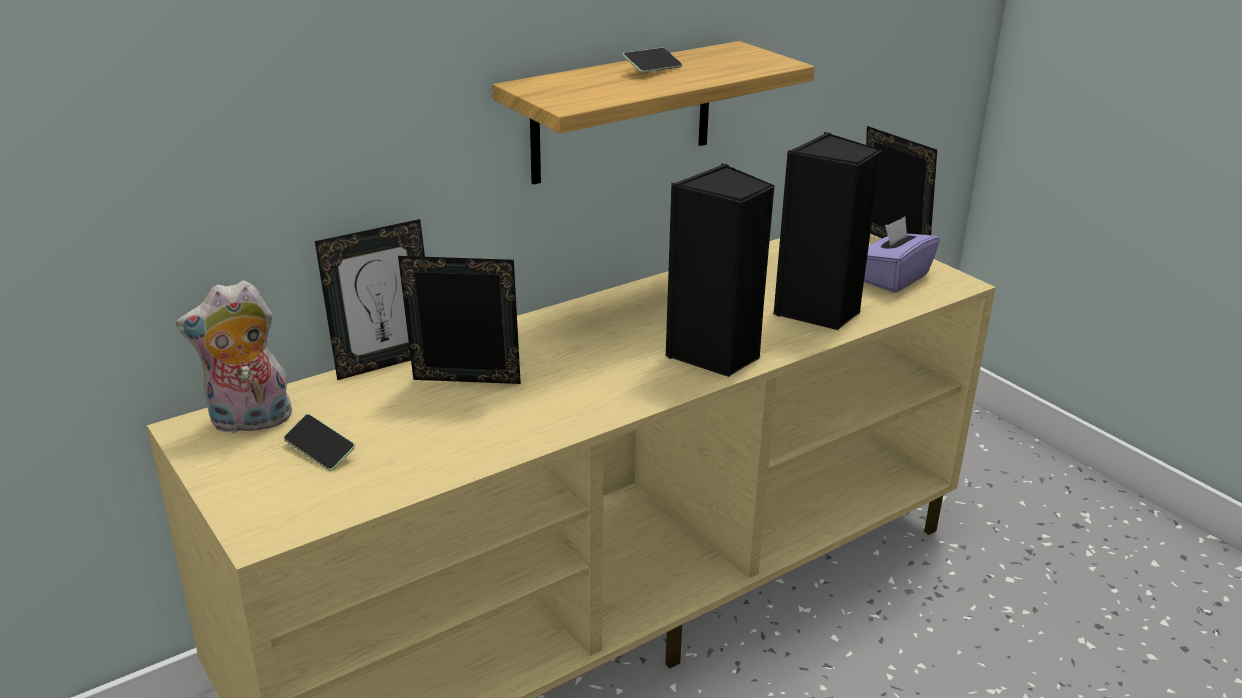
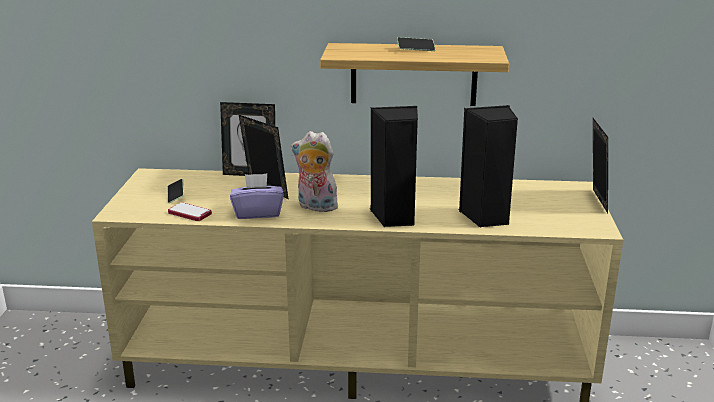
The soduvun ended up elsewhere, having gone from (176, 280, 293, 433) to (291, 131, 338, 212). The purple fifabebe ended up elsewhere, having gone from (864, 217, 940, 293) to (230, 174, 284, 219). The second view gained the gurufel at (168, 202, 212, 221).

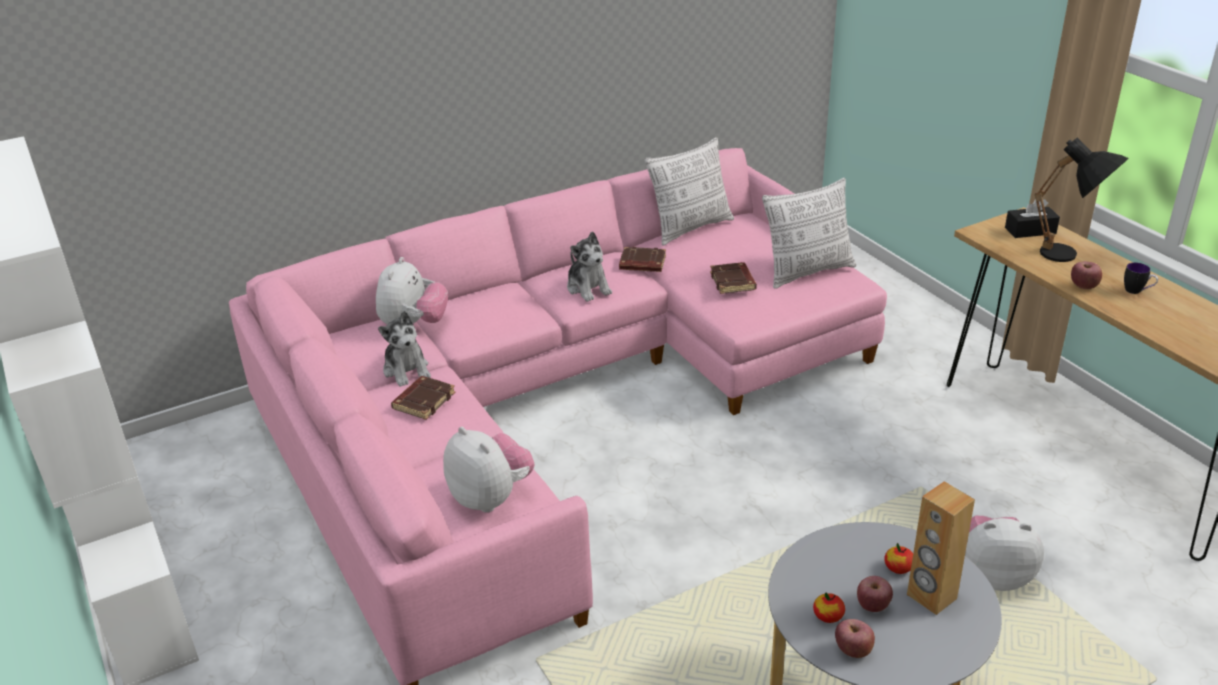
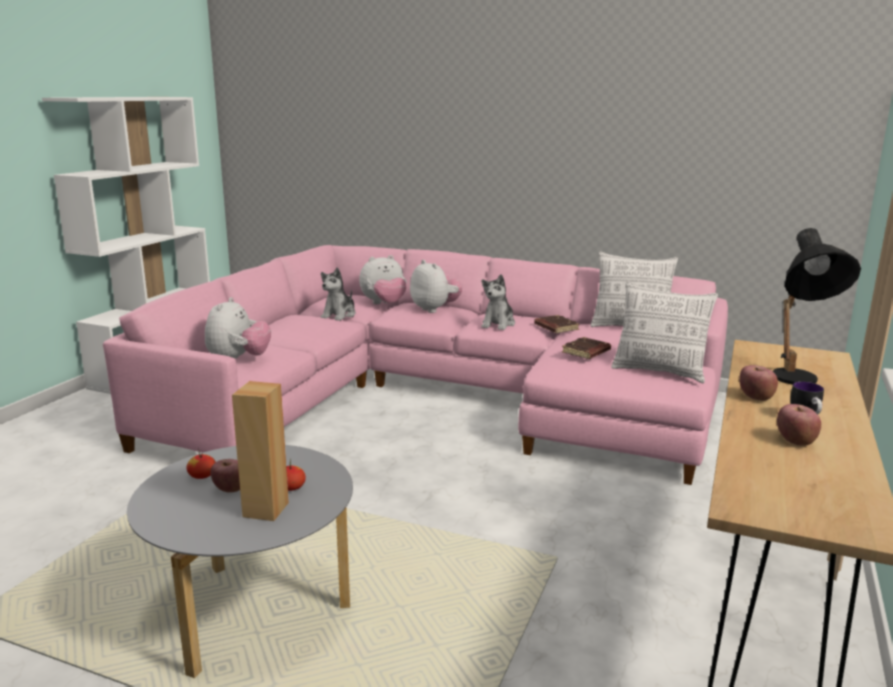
The second view lost the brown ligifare at (391, 376, 456, 420). The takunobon ended up elsewhere, having gone from (835, 619, 875, 658) to (777, 404, 821, 446). The soduvun ended up elsewhere, having gone from (965, 516, 1044, 591) to (410, 260, 462, 313). The second view lost the black fifabebe at (1005, 199, 1060, 238).

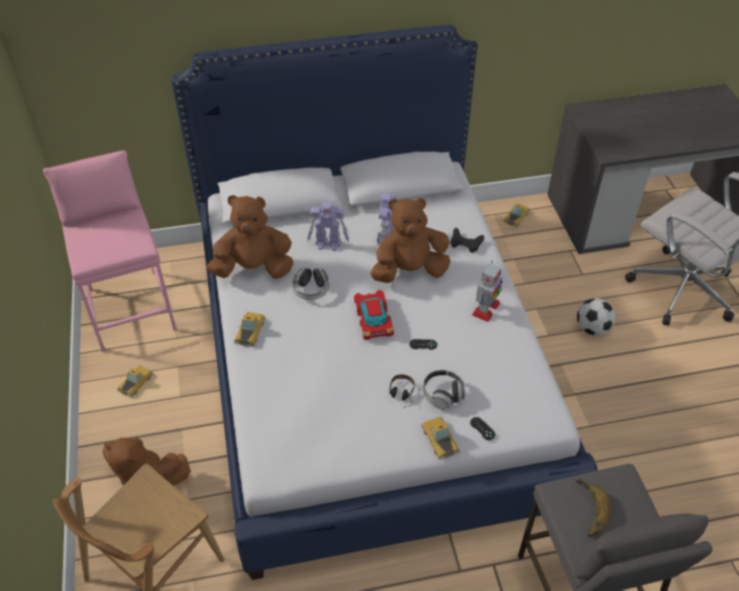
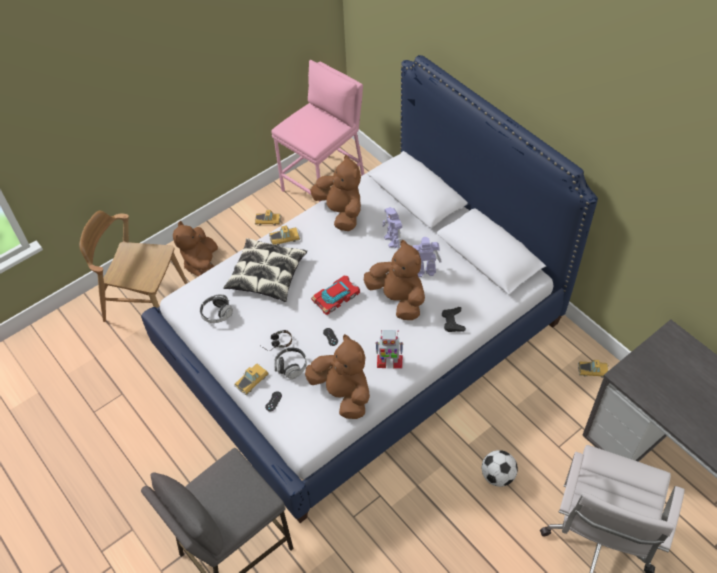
The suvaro ended up elsewhere, having gone from (292, 268, 329, 300) to (200, 294, 233, 323). The second view lost the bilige at (576, 479, 611, 537). The second view gained the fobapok at (223, 238, 307, 302). The second view gained the brown soduvun at (305, 334, 370, 419).

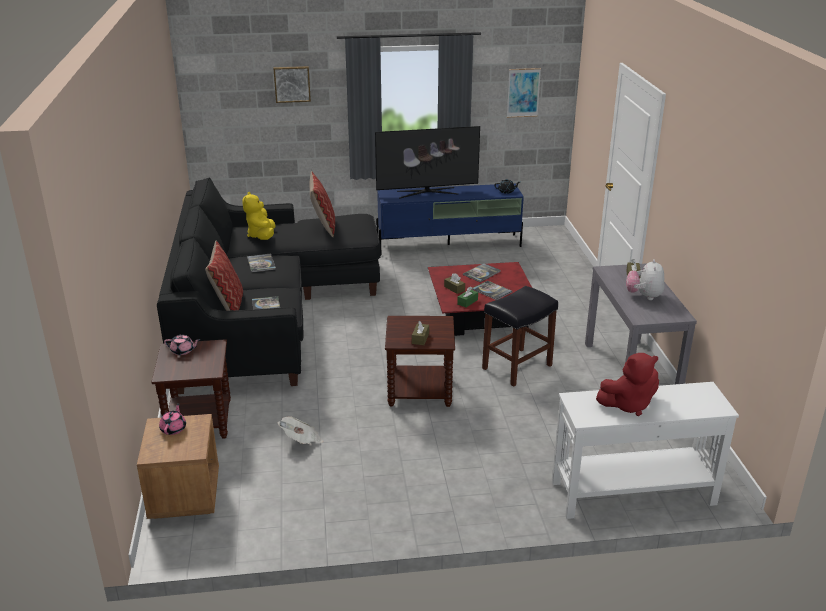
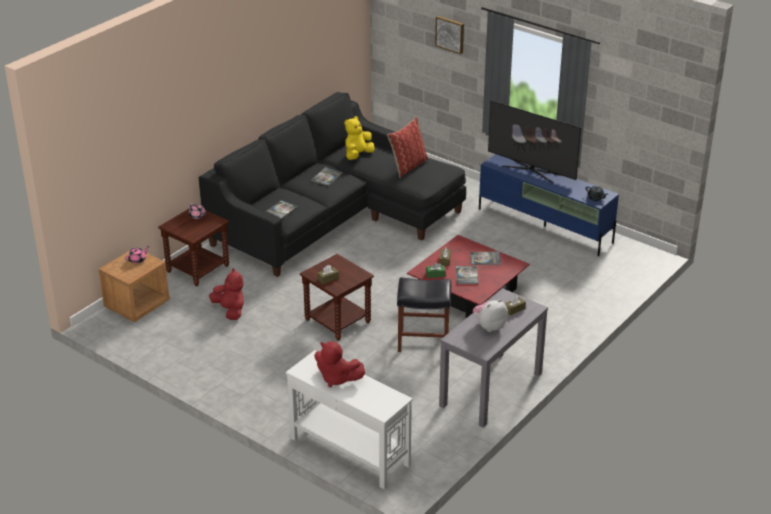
The second view lost the fobapok at (205, 240, 243, 311). Where the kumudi stood at (278, 416, 324, 445), the red soduvun came to stand at (209, 268, 244, 320). The second view lost the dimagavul at (507, 68, 541, 118).

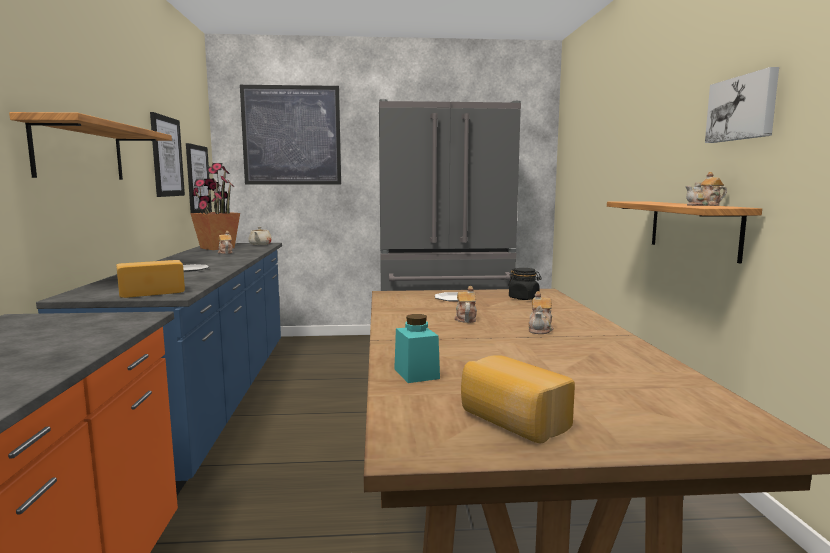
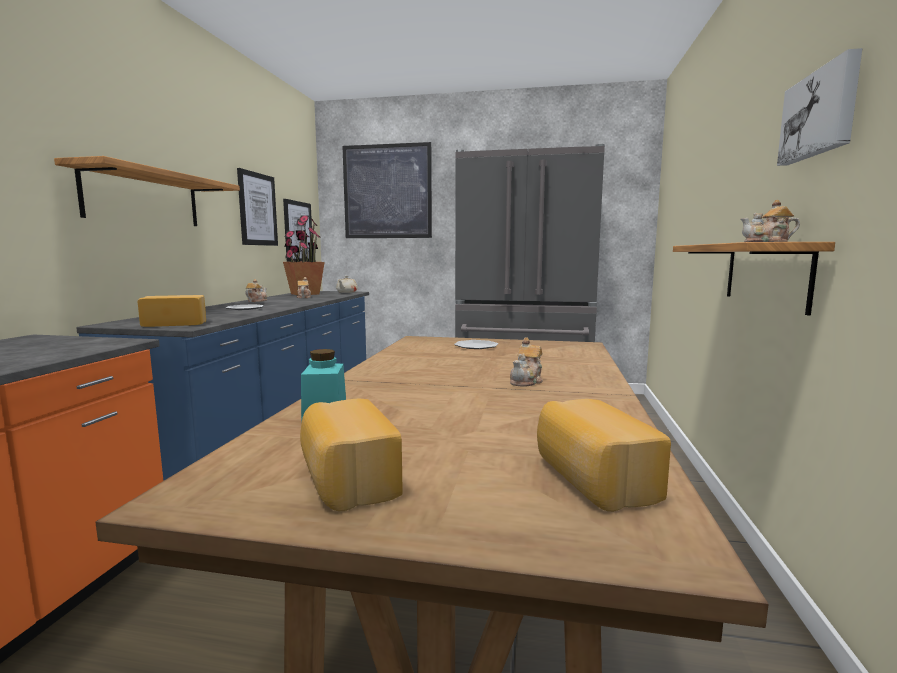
The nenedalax ended up elsewhere, having gone from (454, 286, 477, 323) to (245, 279, 267, 302). The second view lost the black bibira at (508, 268, 542, 300). The second view gained the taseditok at (537, 399, 671, 512).

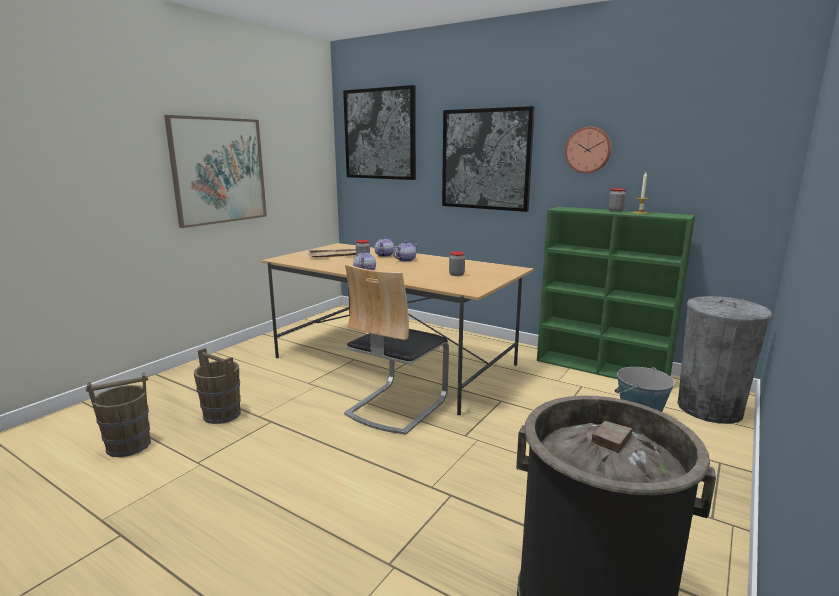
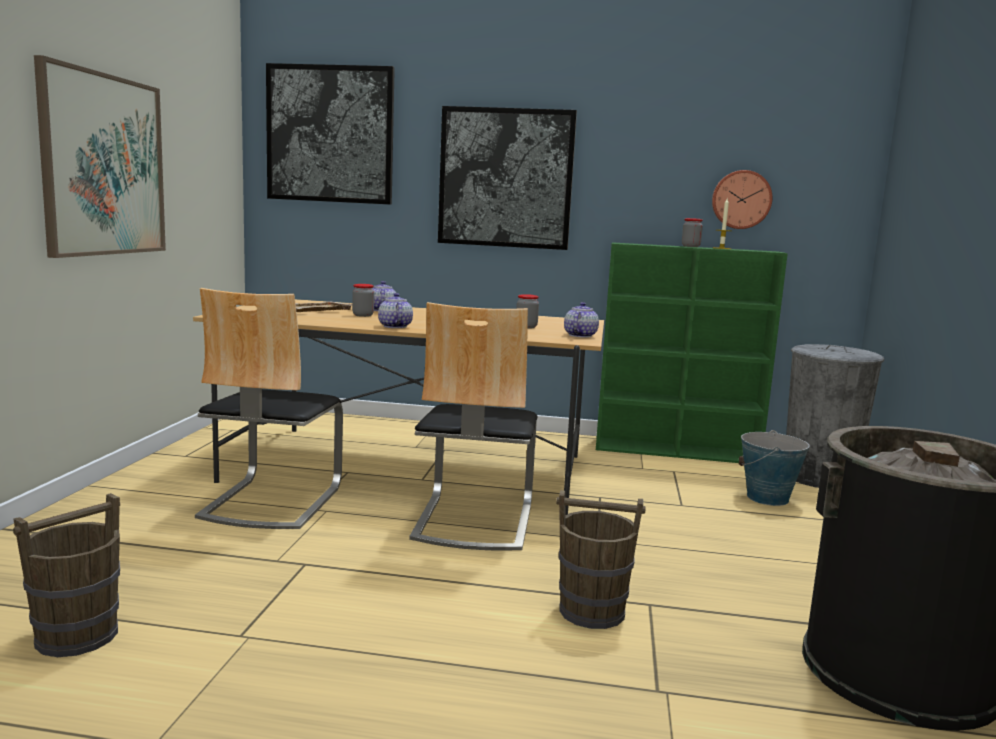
The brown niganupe ended up elsewhere, having gone from (194, 348, 241, 424) to (556, 490, 646, 629). The nenedalax ended up elsewhere, having gone from (393, 240, 418, 262) to (564, 302, 599, 338). The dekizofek ended up elsewhere, having gone from (565, 127, 612, 173) to (712, 170, 773, 229). The second view gained the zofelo at (195, 288, 343, 529).

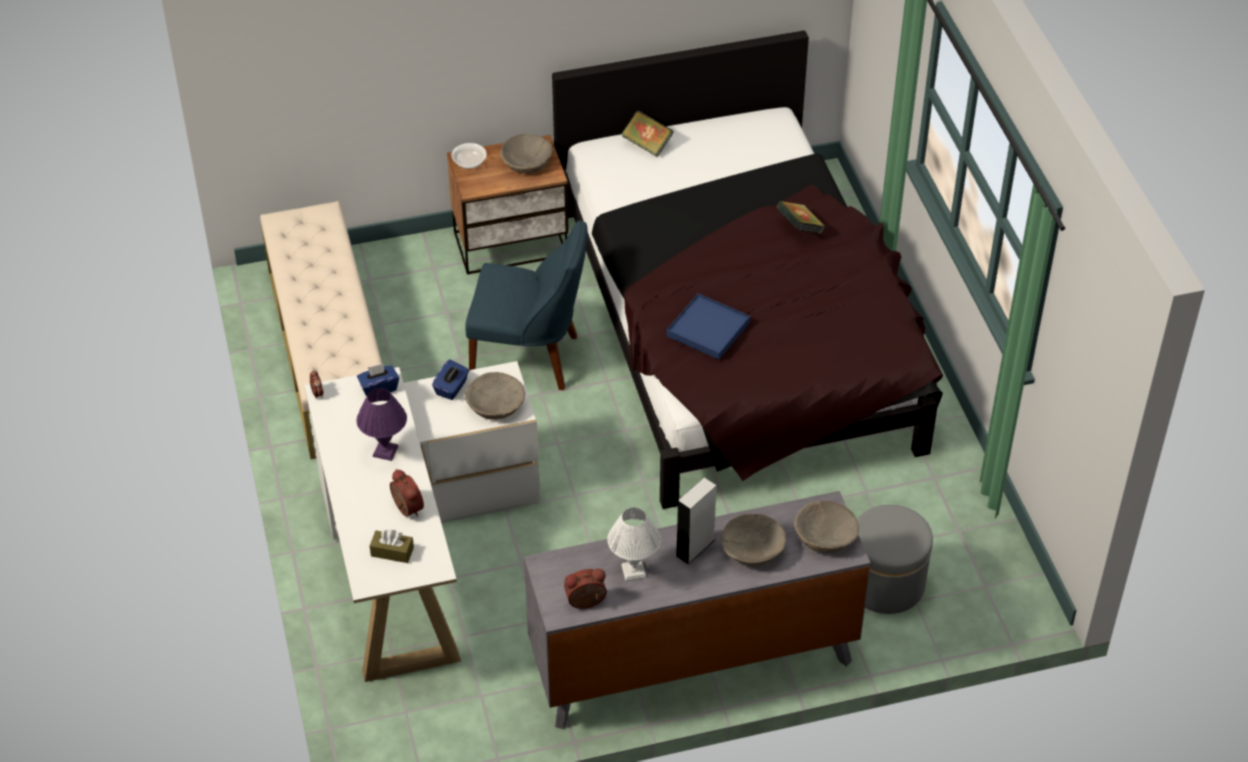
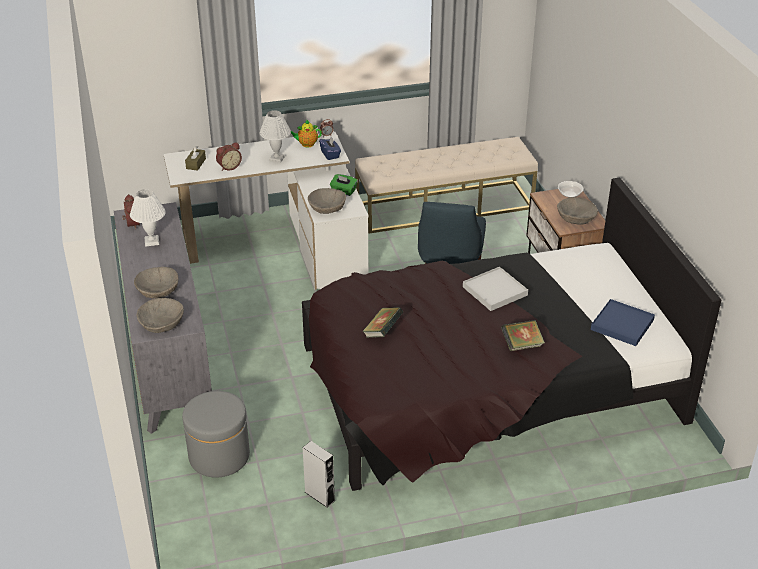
What was the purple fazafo at (357, 388, 407, 461) turned into the white fazafo at (260, 110, 291, 163). What was the blue fifabebe at (432, 359, 469, 400) turned into the green fifabebe at (330, 174, 358, 196). The ligifare ended up elsewhere, having gone from (621, 110, 674, 157) to (362, 307, 404, 338). The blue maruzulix ended up elsewhere, having gone from (667, 293, 750, 360) to (591, 299, 655, 346). The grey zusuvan ended up elsewhere, having gone from (676, 478, 717, 565) to (303, 441, 335, 507). The second view gained the nenedalax at (291, 119, 322, 147). The second view gained the white maruzulix at (463, 267, 528, 311).

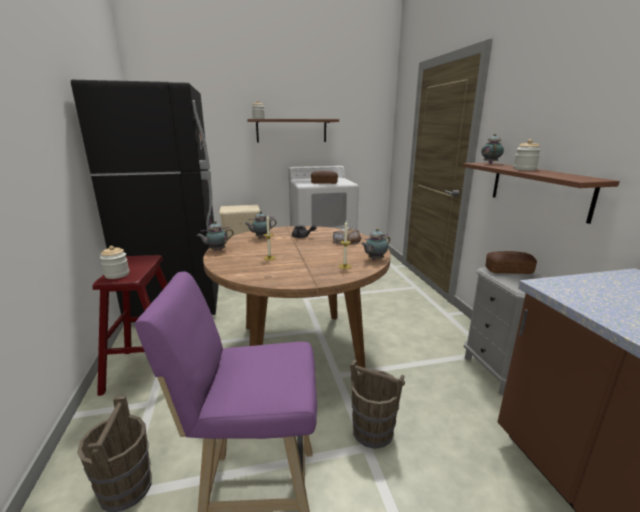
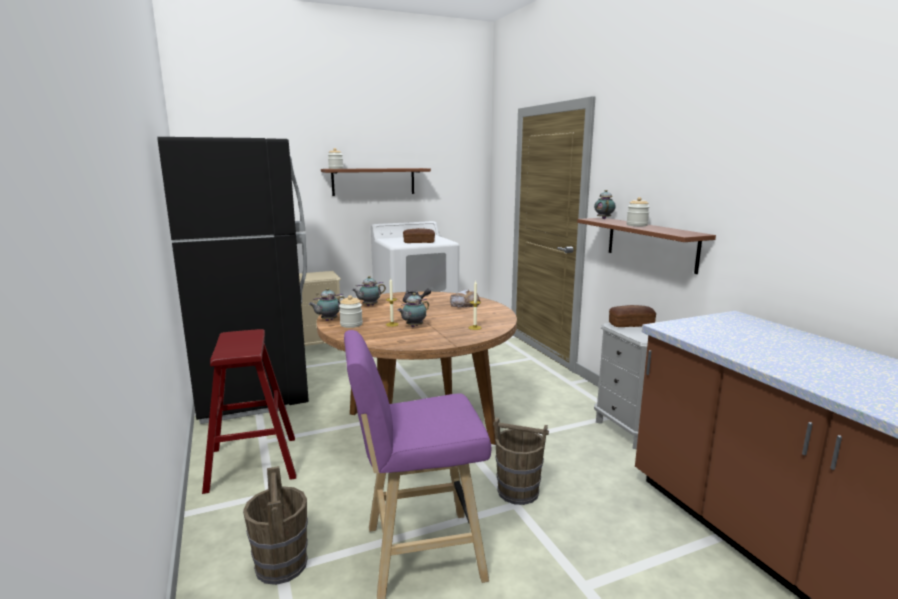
The bibira ended up elsewhere, having gone from (100, 246, 130, 279) to (339, 295, 363, 328). The nenedalax ended up elsewhere, having gone from (361, 228, 390, 260) to (397, 293, 429, 327).

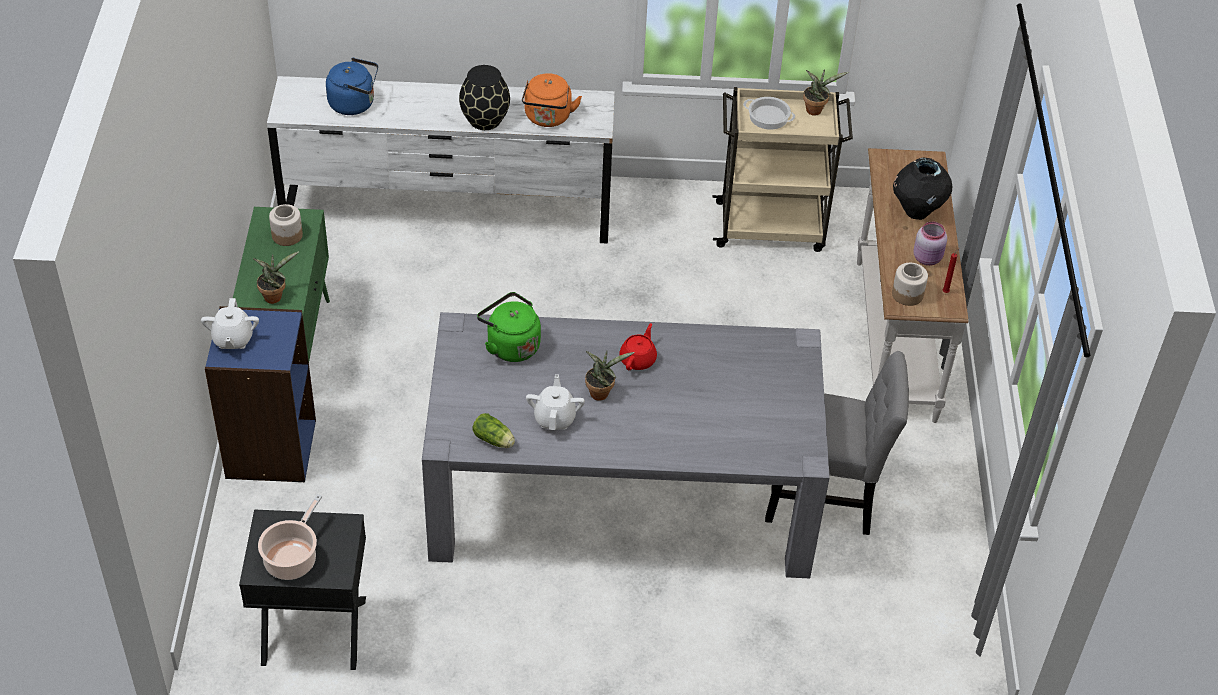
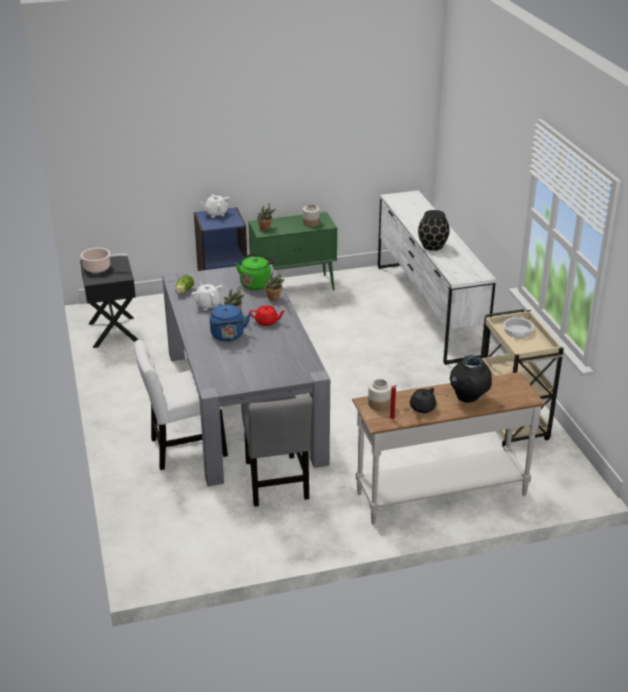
The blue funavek ended up elsewhere, having gone from (326, 58, 378, 115) to (210, 304, 250, 341). The second view lost the orange funavek at (522, 73, 582, 127). The white nenedalax at (526, 374, 585, 430) ended up facing another way, 105 degrees counterclockwise from before. The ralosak ended up elsewhere, having gone from (803, 69, 849, 115) to (264, 270, 285, 301). Where the pink bibira stood at (913, 222, 947, 266), the black nenedalax came to stand at (410, 388, 436, 413). The second view gained the white zofelo at (134, 340, 228, 470).

